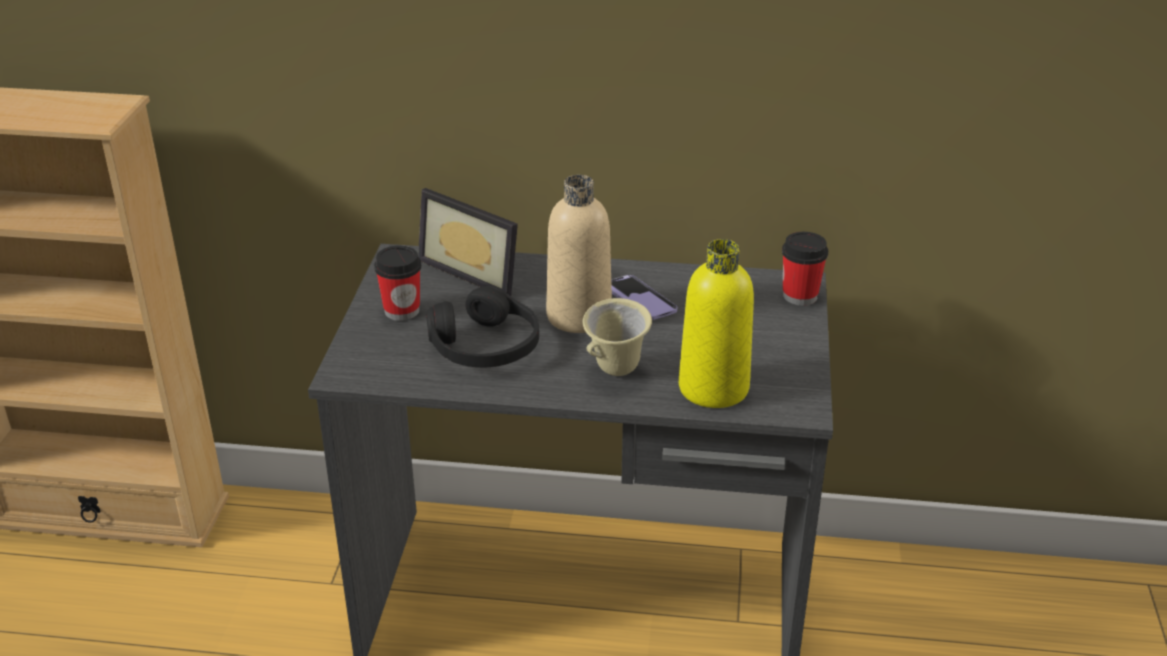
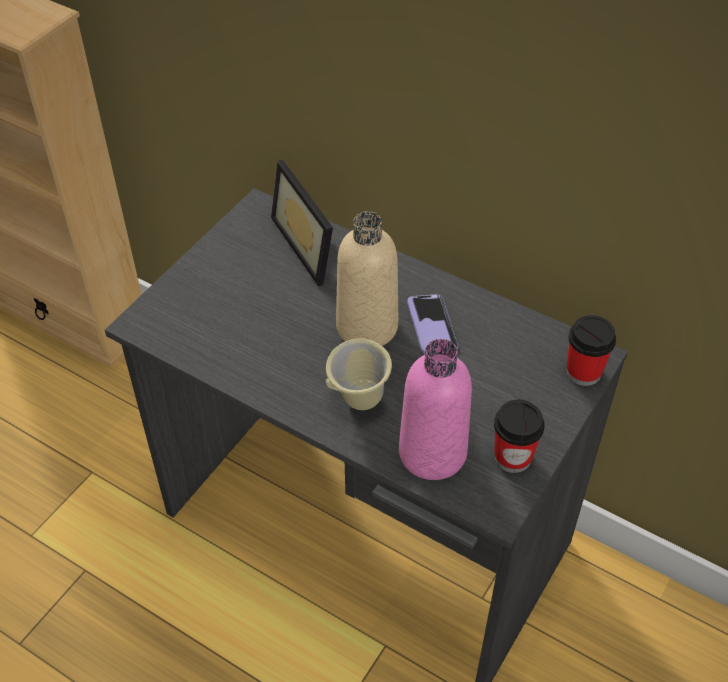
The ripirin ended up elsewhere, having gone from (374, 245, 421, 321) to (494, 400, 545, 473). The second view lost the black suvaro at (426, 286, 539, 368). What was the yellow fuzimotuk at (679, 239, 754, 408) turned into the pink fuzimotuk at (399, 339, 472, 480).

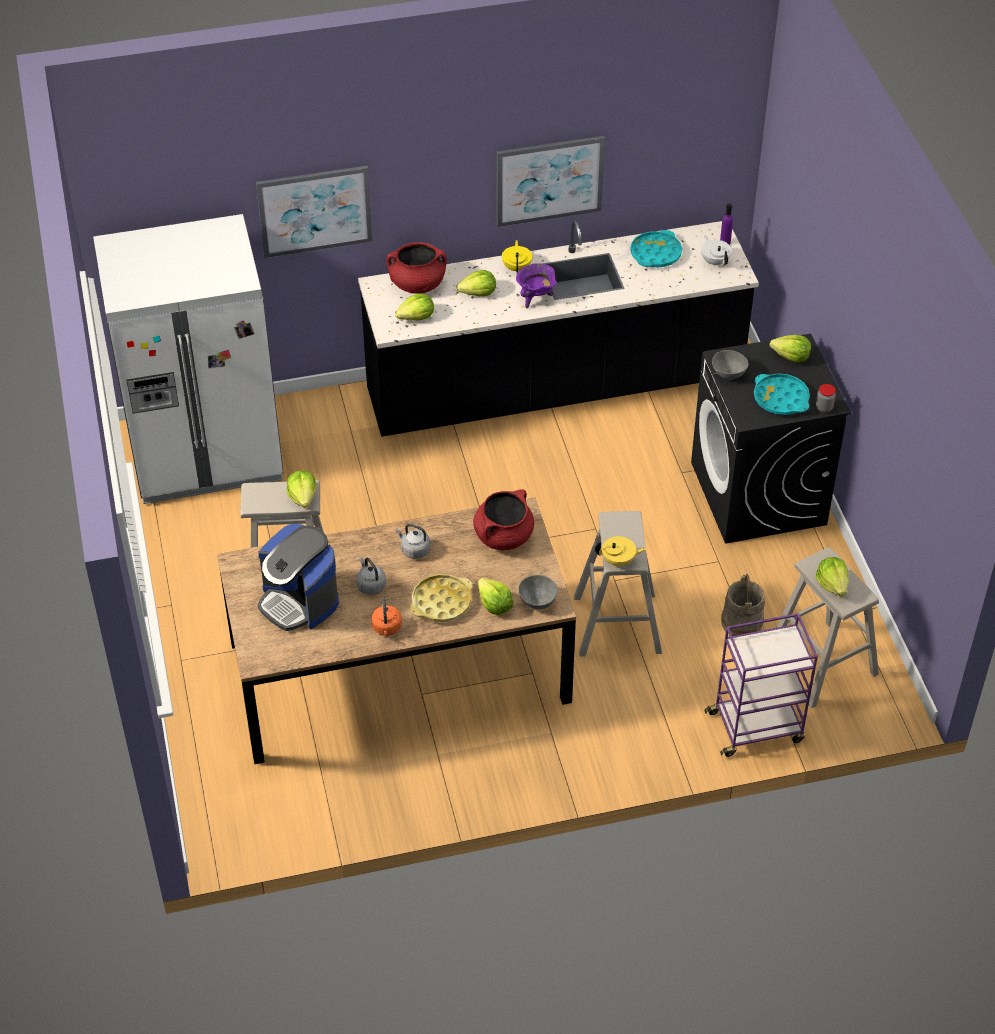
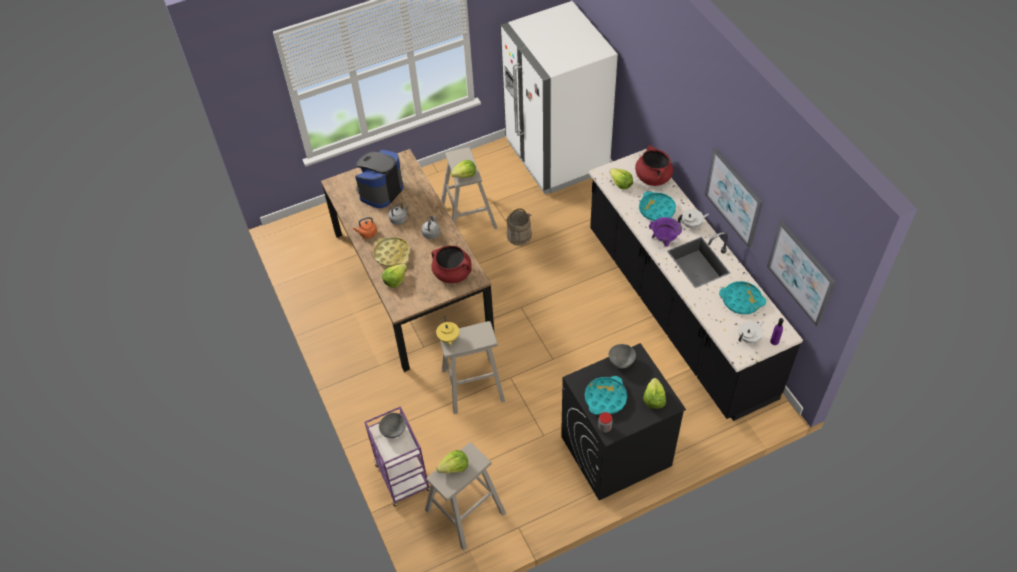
The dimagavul ended up elsewhere, having gone from (256, 166, 372, 258) to (767, 220, 836, 327). Where the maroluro stood at (457, 270, 496, 296), the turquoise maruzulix came to stand at (639, 191, 676, 221). What was the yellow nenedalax at (502, 240, 532, 273) turned into the white nenedalax at (678, 209, 709, 229). The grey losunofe ended up elsewhere, having gone from (519, 575, 558, 609) to (379, 413, 406, 438). The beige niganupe ended up elsewhere, having gone from (721, 574, 765, 636) to (506, 208, 532, 246).

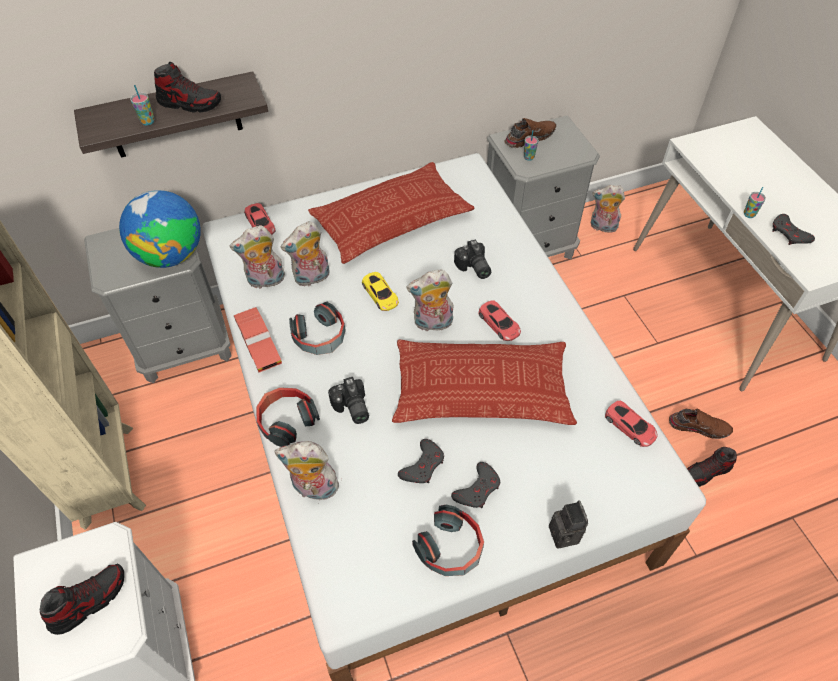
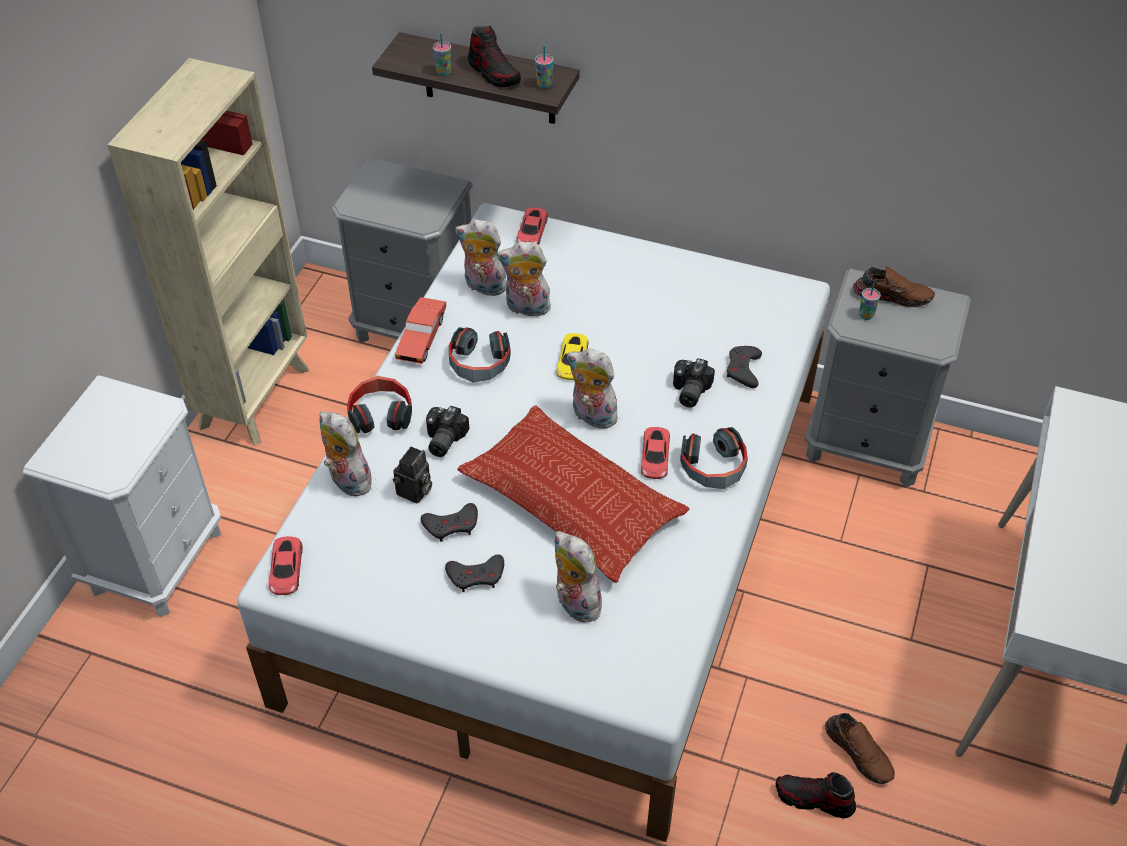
The second view lost the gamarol at (40, 564, 124, 635). The second view lost the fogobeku at (119, 190, 201, 268). The second view lost the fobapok at (308, 162, 474, 264). The suvaro ended up elsewhere, having gone from (412, 505, 484, 576) to (680, 427, 748, 489). The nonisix ended up elsewhere, having gone from (549, 500, 588, 549) to (393, 447, 432, 504). The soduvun ended up elsewhere, having gone from (591, 185, 625, 233) to (554, 531, 602, 623). The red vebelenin ended up elsewhere, having gone from (605, 401, 658, 447) to (269, 536, 303, 595). The ripirin ended up elsewhere, having gone from (744, 187, 766, 218) to (535, 46, 554, 89). The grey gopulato ended up elsewhere, having gone from (772, 214, 815, 245) to (727, 346, 762, 388).

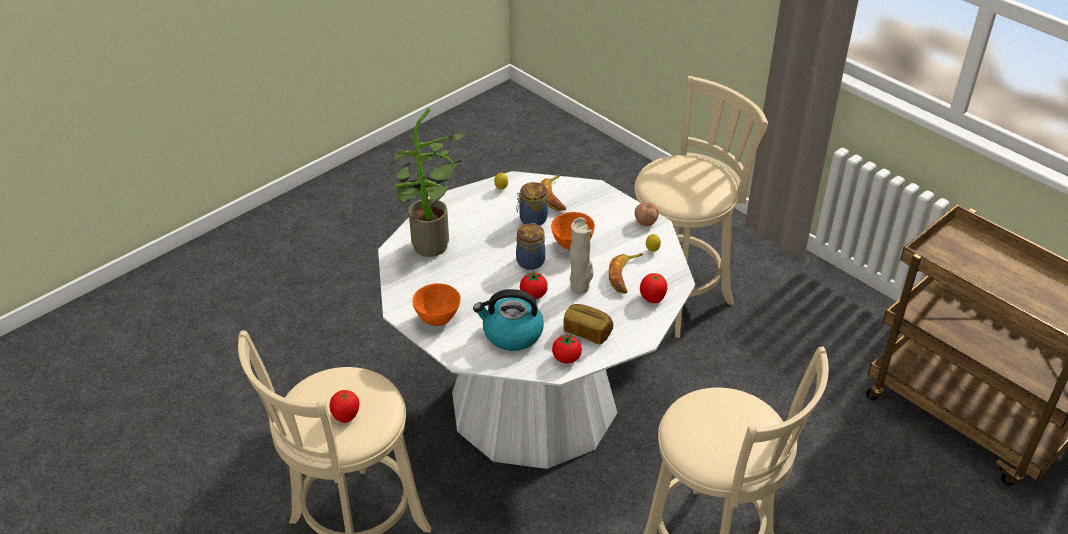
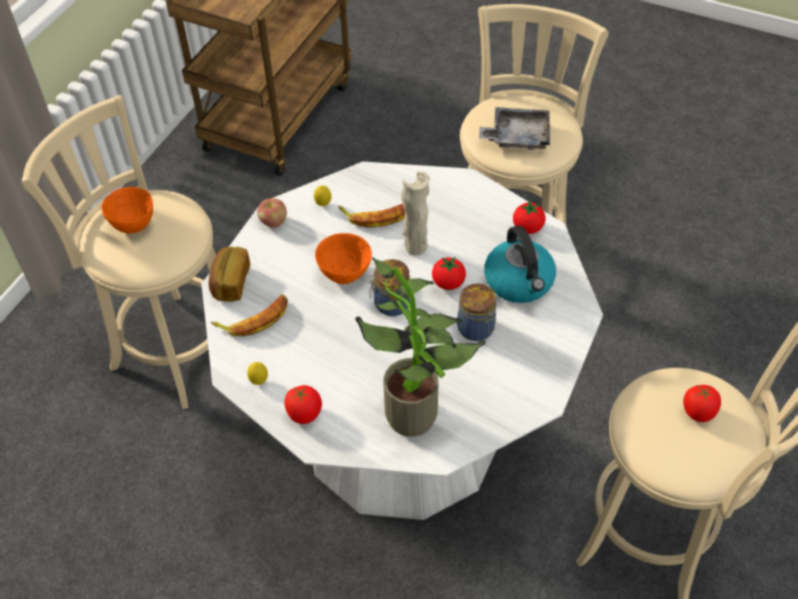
The orange losunofe ended up elsewhere, having gone from (412, 283, 461, 326) to (101, 187, 153, 233). The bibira ended up elsewhere, having gone from (516, 182, 548, 226) to (457, 283, 496, 341). The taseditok ended up elsewhere, having gone from (563, 304, 613, 344) to (209, 247, 250, 302). The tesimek ended up elsewhere, having gone from (640, 273, 667, 303) to (285, 385, 322, 424). The second view gained the grey maruzulix at (479, 107, 550, 150).

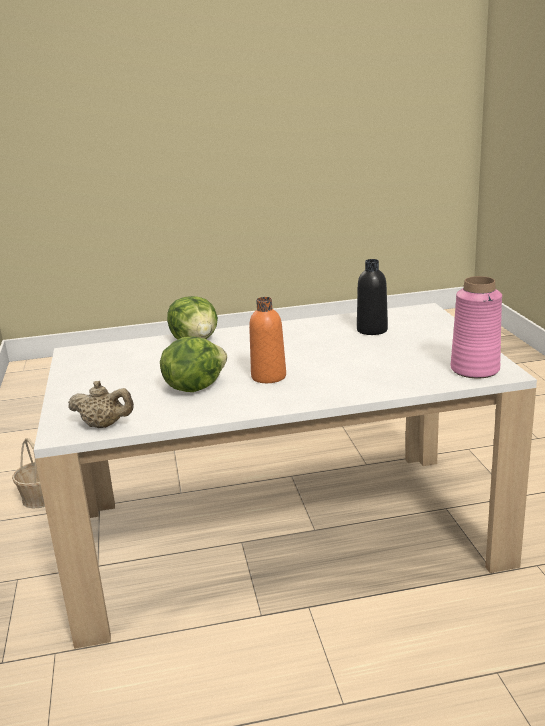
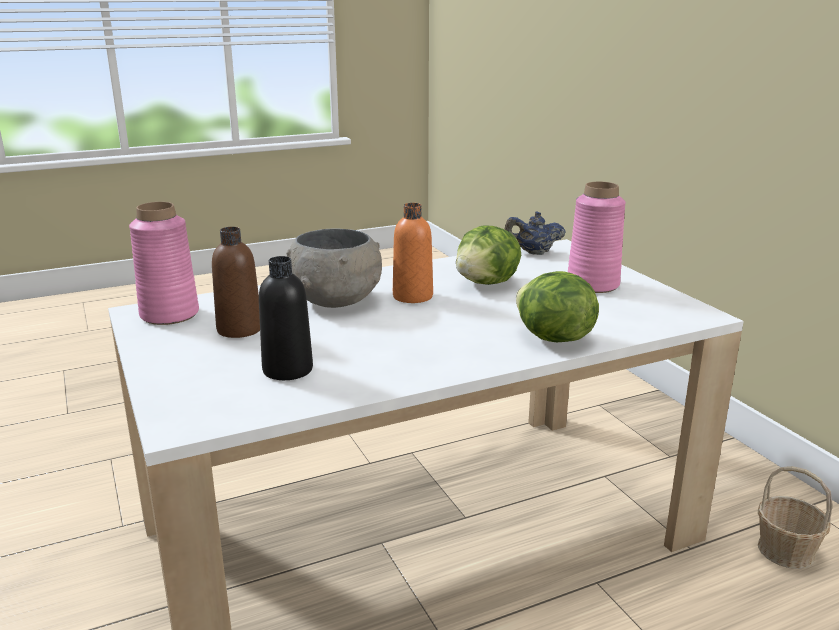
What was the beige nenedalax at (68, 381, 134, 428) turned into the blue nenedalax at (505, 212, 566, 255). The second view gained the brown fuzimotuk at (212, 227, 260, 338). The second view gained the grey losunofe at (286, 229, 382, 308). The second view gained the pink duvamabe at (568, 182, 626, 293).

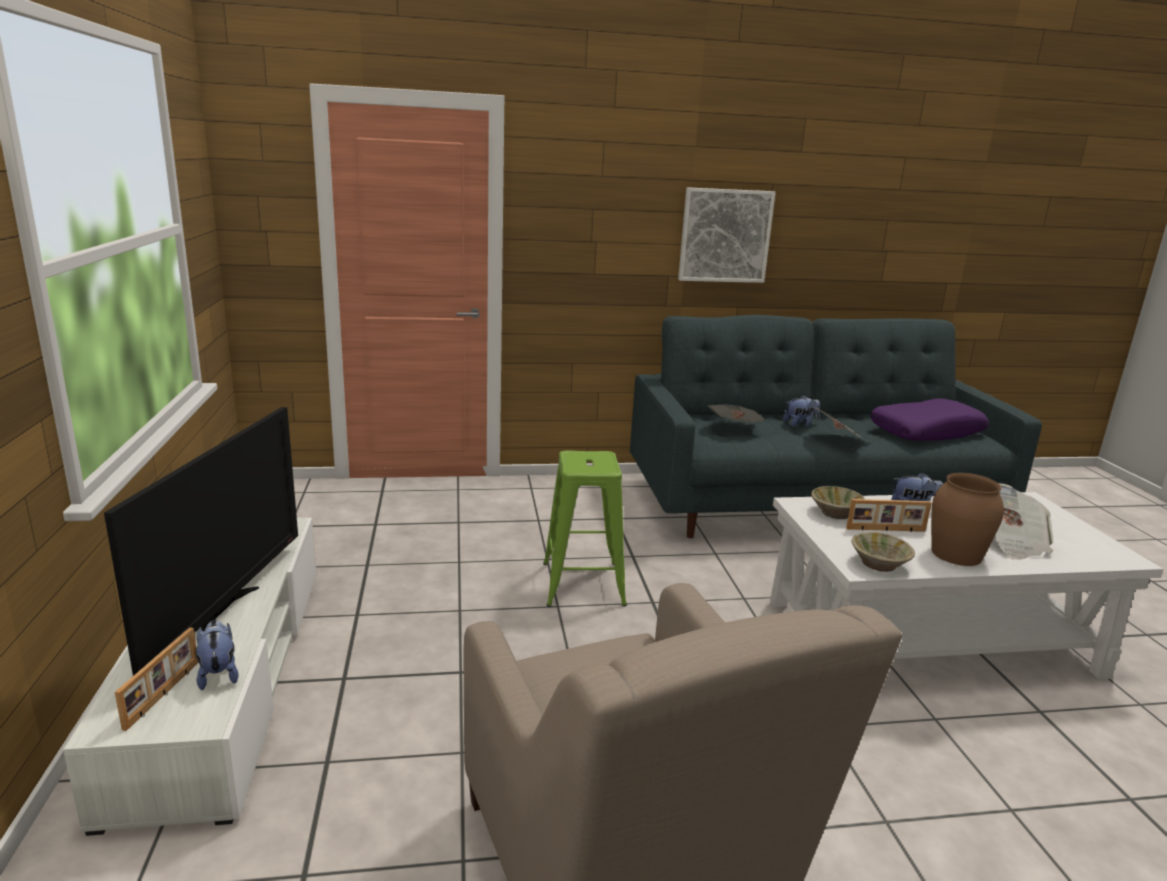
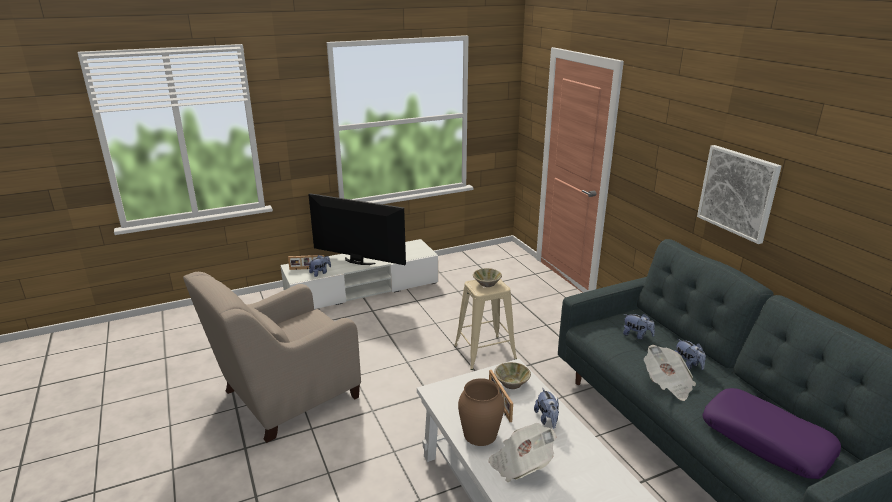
The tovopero at (104, 407, 298, 676) ended up facing another way, 150 degrees counterclockwise from before. What was the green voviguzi at (543, 450, 627, 607) turned into the beige voviguzi at (454, 279, 517, 370). Where the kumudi stood at (708, 405, 765, 423), the soduvun came to stand at (623, 314, 655, 339). The beige losunofe ended up elsewhere, having gone from (852, 532, 915, 572) to (473, 268, 502, 287).

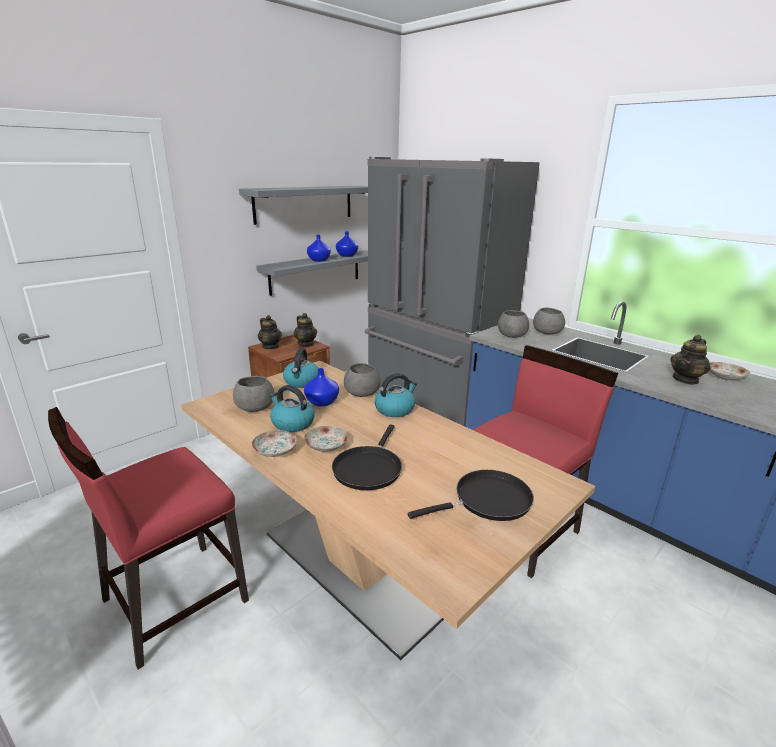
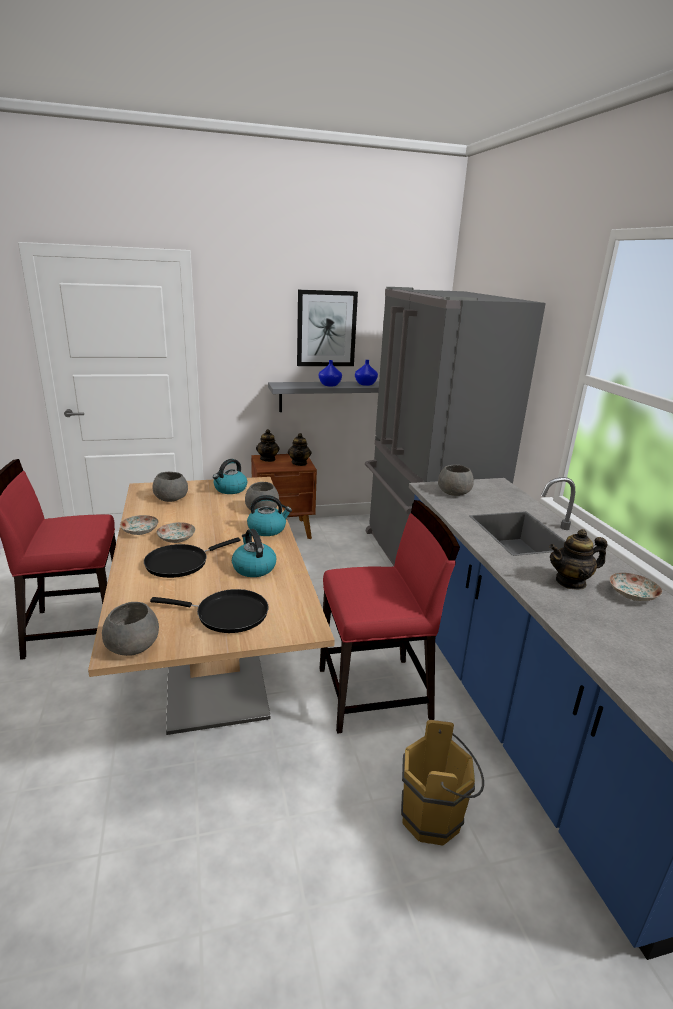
Where the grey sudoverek hung at (239, 186, 368, 225), the dimagavul came to hang at (297, 290, 358, 366). The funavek ended up elsewhere, having gone from (270, 385, 315, 432) to (232, 529, 276, 577). The second view lost the blue duvamabe at (304, 368, 339, 407). The grey losunofe ended up elsewhere, having gone from (533, 308, 565, 334) to (102, 602, 159, 656). The second view gained the brown niganupe at (401, 720, 484, 846).

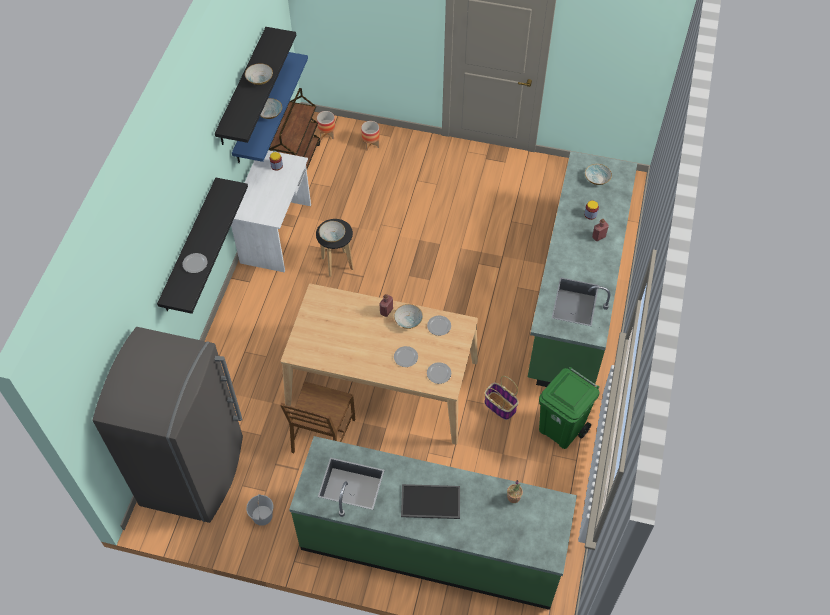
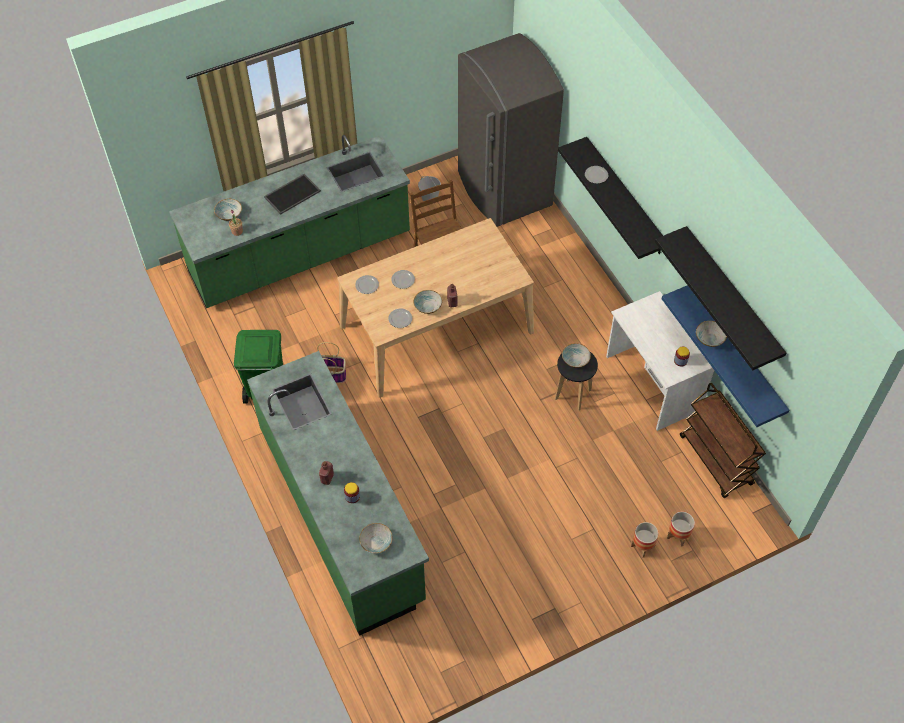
The losunofe ended up elsewhere, having gone from (245, 63, 273, 85) to (214, 199, 242, 221). The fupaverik ended up elsewhere, having gone from (317, 111, 335, 140) to (631, 522, 658, 557).

